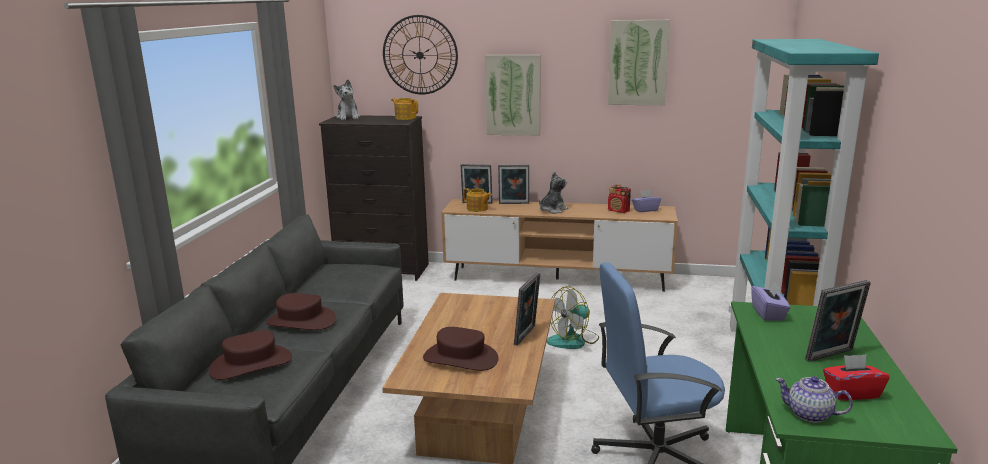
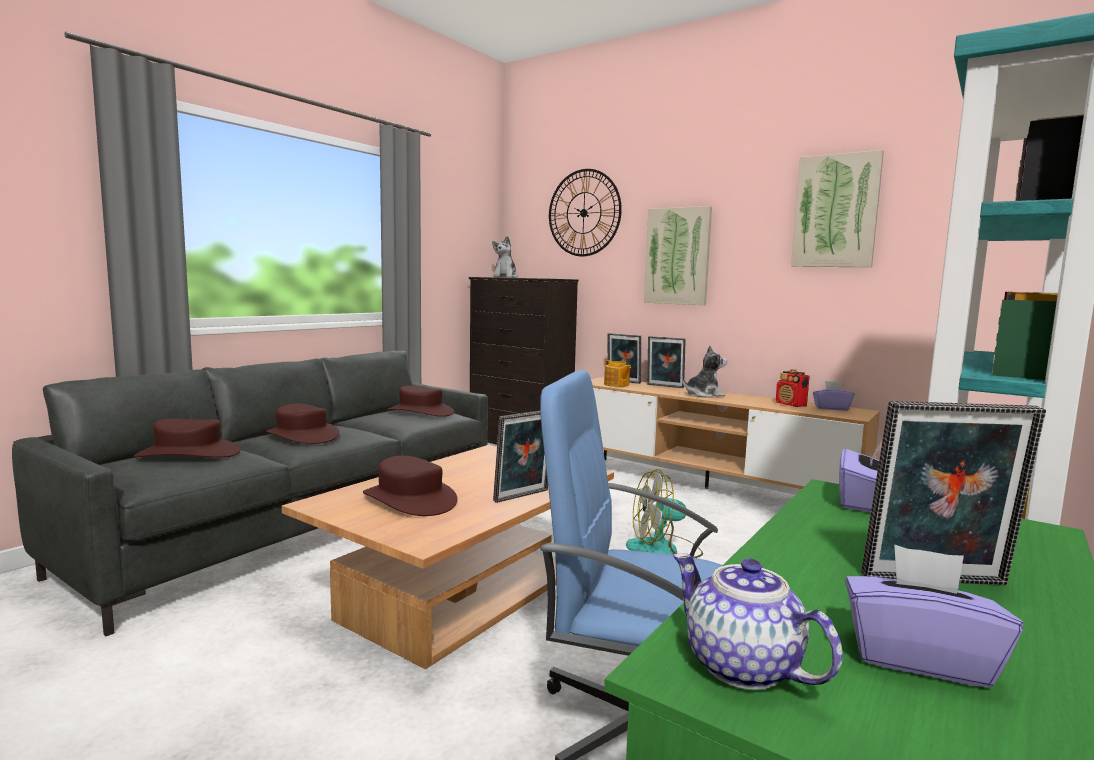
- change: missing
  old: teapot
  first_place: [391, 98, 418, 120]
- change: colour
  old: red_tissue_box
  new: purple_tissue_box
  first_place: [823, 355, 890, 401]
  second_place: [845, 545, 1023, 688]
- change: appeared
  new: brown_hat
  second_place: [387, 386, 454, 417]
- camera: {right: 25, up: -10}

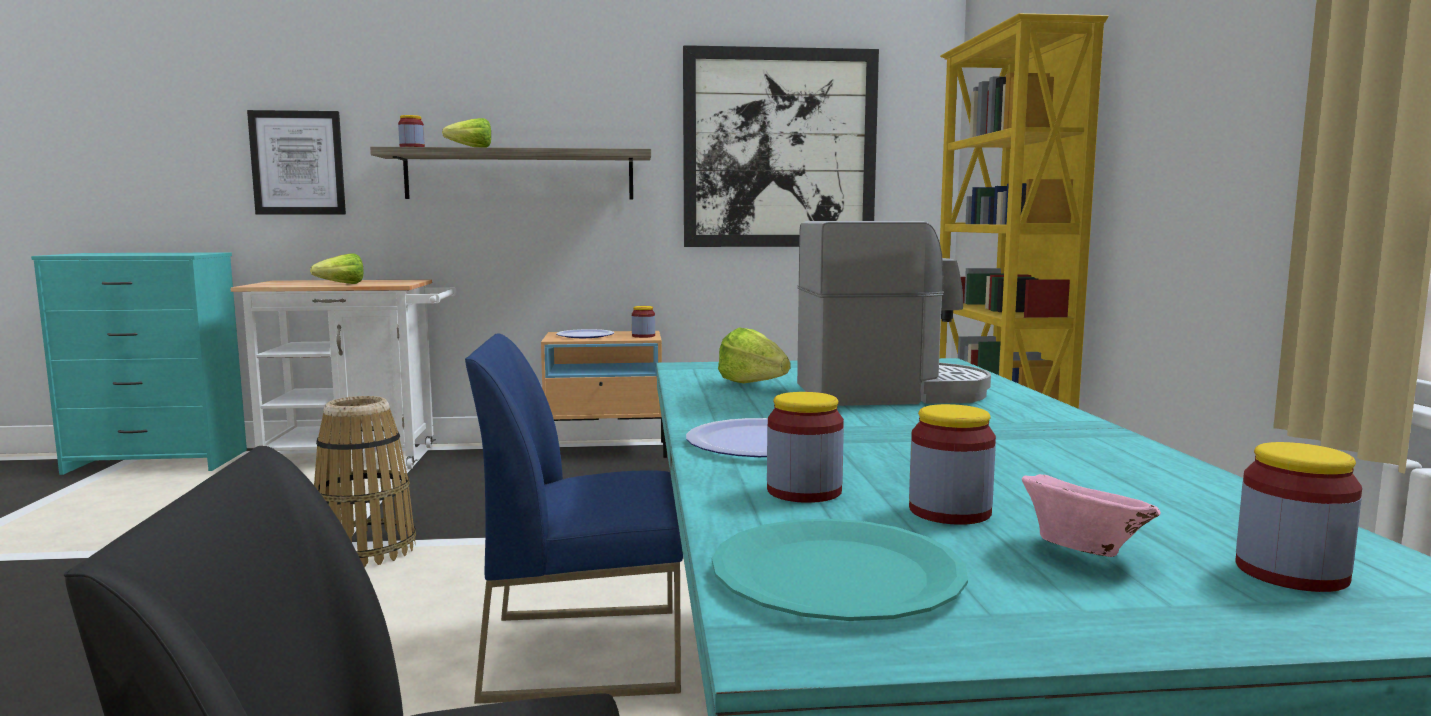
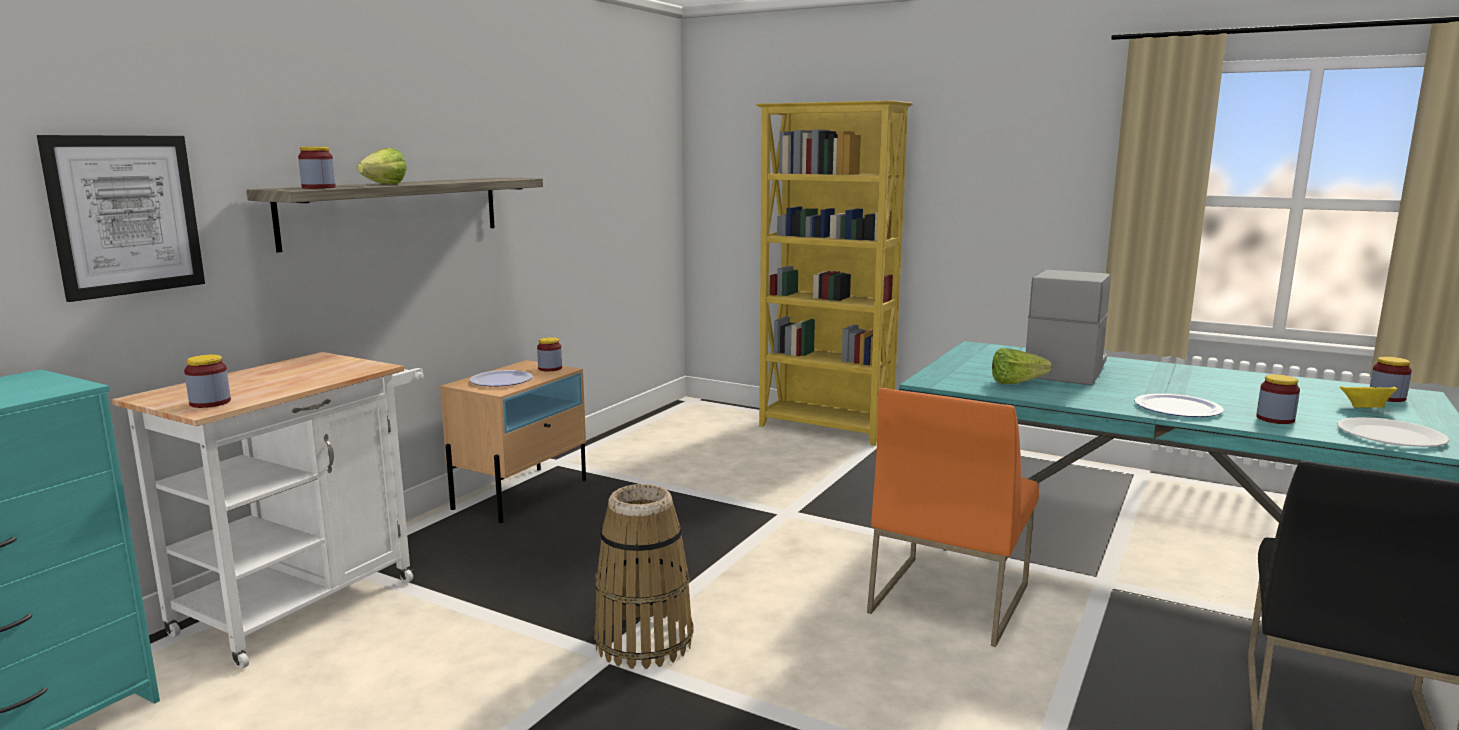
- change: missing
  old: picture
  first_place: [683, 45, 879, 247]
- change: missing
  old: lettuce
  first_place: [310, 253, 364, 284]
- change: colour
  old: blue_chair
  new: orange_chair
  first_place: [465, 333, 683, 704]
  second_place: [867, 388, 1039, 647]
- change: relocated
  old: jar
  first_place: [909, 404, 996, 525]
  second_place: [184, 355, 231, 408]
- change: colour
  old: pink_bowl
  new: yellow_bowl
  first_place: [1022, 474, 1161, 557]
  second_place: [1340, 386, 1397, 408]
- change: colour
  old: turquoise_plate
  new: white_plate
  first_place: [712, 519, 968, 621]
  second_place: [1337, 417, 1449, 447]
- camera: {right: -55, up: 5}

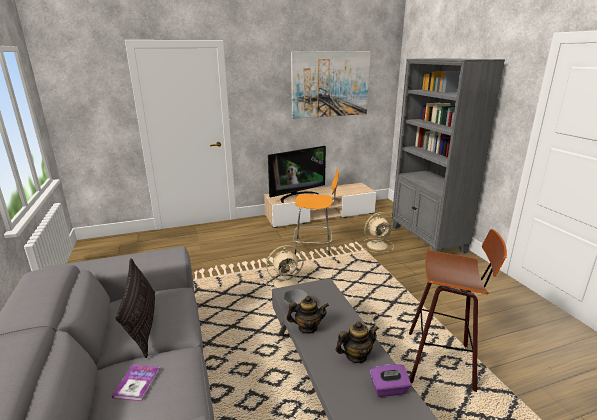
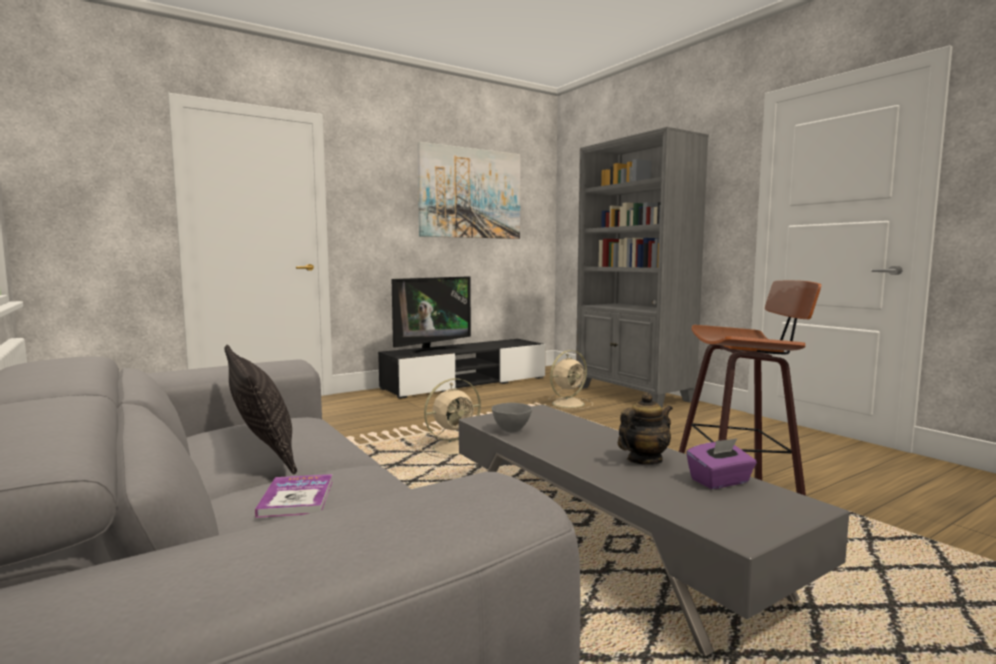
- change: missing
  old: orange_stool
  first_place: [293, 169, 339, 255]
- change: colour
  old: beige_tv_stand
  new: black_tv_stand
  first_place: [264, 183, 376, 228]
  second_place: [378, 339, 546, 399]
- change: missing
  old: teapot
  first_place: [286, 296, 329, 334]
- camera: {right: -15, up: -15}

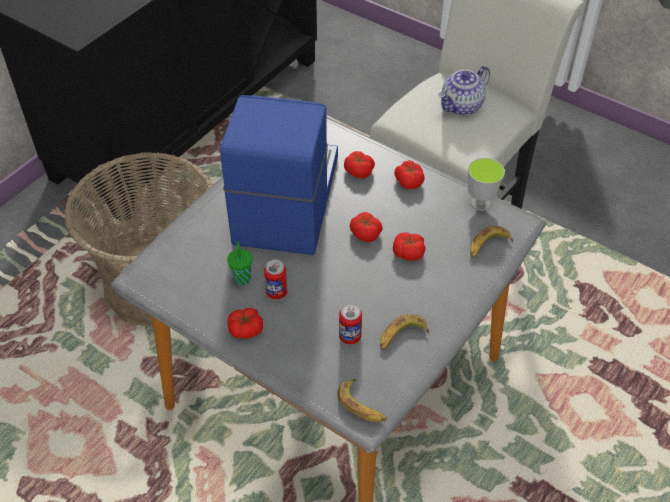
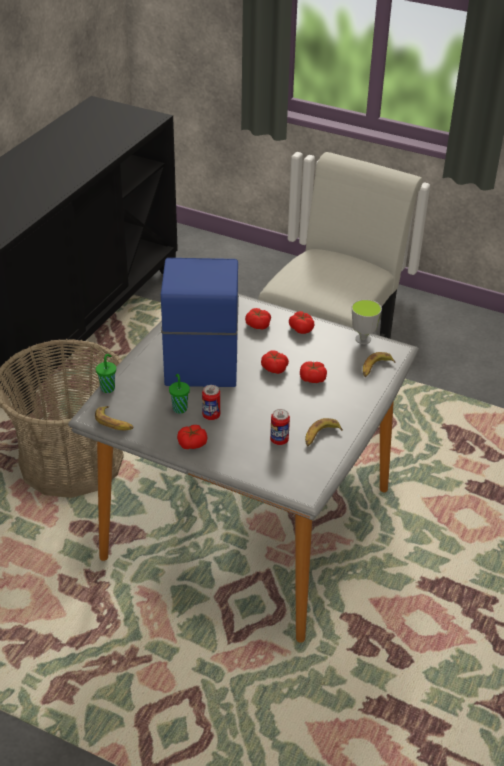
- change: missing
  old: teapot
  first_place: [438, 66, 490, 115]
- change: relocated
  old: banana
  first_place: [337, 379, 387, 422]
  second_place: [95, 406, 134, 431]
- change: appeared
  new: green_cup
  second_place: [96, 354, 116, 393]
- camera: {right: -10, up: -10}

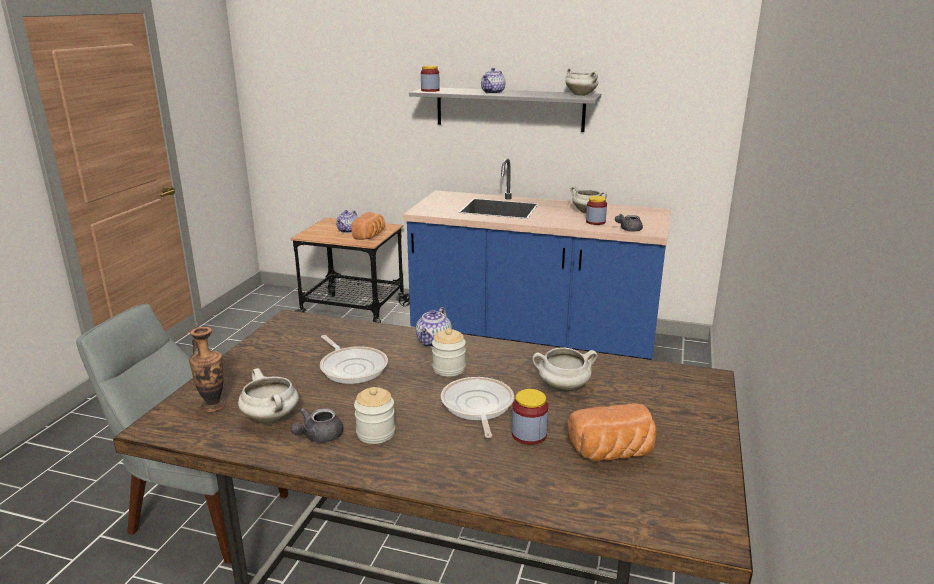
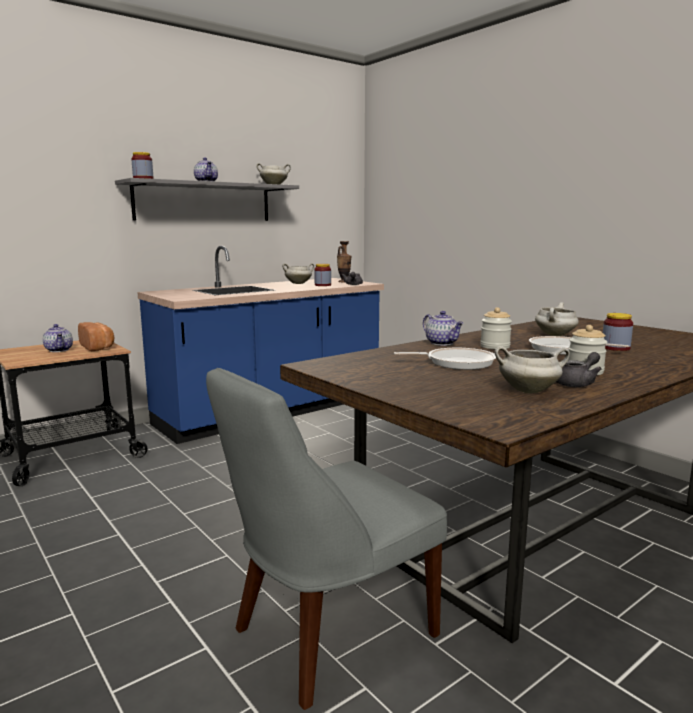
- change: relocated
  old: vase
  first_place: [189, 327, 226, 412]
  second_place: [337, 241, 351, 282]
- change: missing
  old: bread
  first_place: [568, 403, 657, 462]
- change: spun
  old: grey_teapot
  first_place: [291, 408, 343, 442]
  second_place: [556, 352, 602, 387]
  degrees: -105
- camera: {right: -55, up: -10}

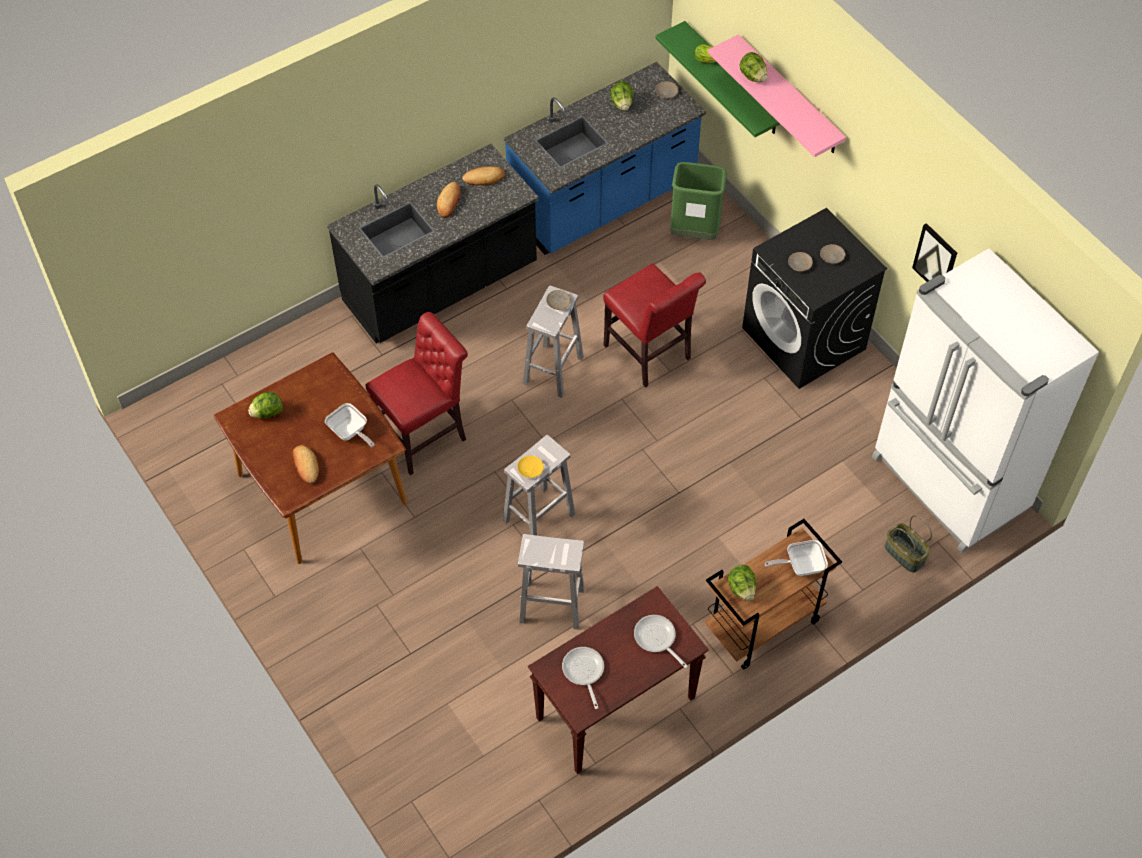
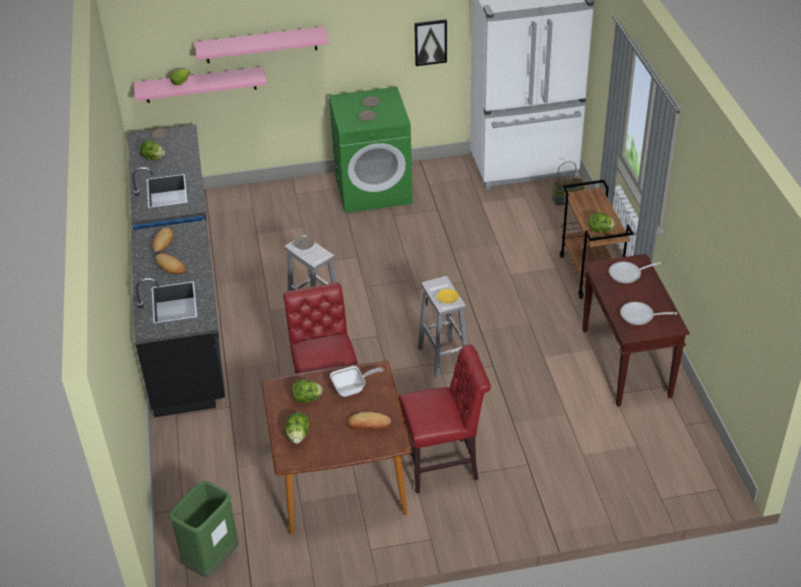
- change: colour
  old: green_shelf
  new: pink_shelf
  first_place: [656, 21, 780, 137]
  second_place: [134, 67, 267, 103]
- change: relocated
  old: lettuce
  first_place: [740, 52, 768, 82]
  second_place: [291, 379, 323, 403]
- change: relocated
  old: green_trash_can
  first_place: [670, 162, 727, 240]
  second_place: [169, 481, 239, 577]
- change: colour
  old: black_washing_machine
  new: green_washing_machine
  first_place: [742, 208, 888, 389]
  second_place: [329, 87, 413, 213]
- change: relocated
  old: red_chair
  first_place: [603, 263, 706, 388]
  second_place: [399, 345, 491, 494]
- change: missing
  old: white_stool
  first_place: [518, 534, 584, 630]
- change: missing
  old: frying_pan
  first_place: [765, 540, 828, 576]
- camera: {right: -65, up: -15}

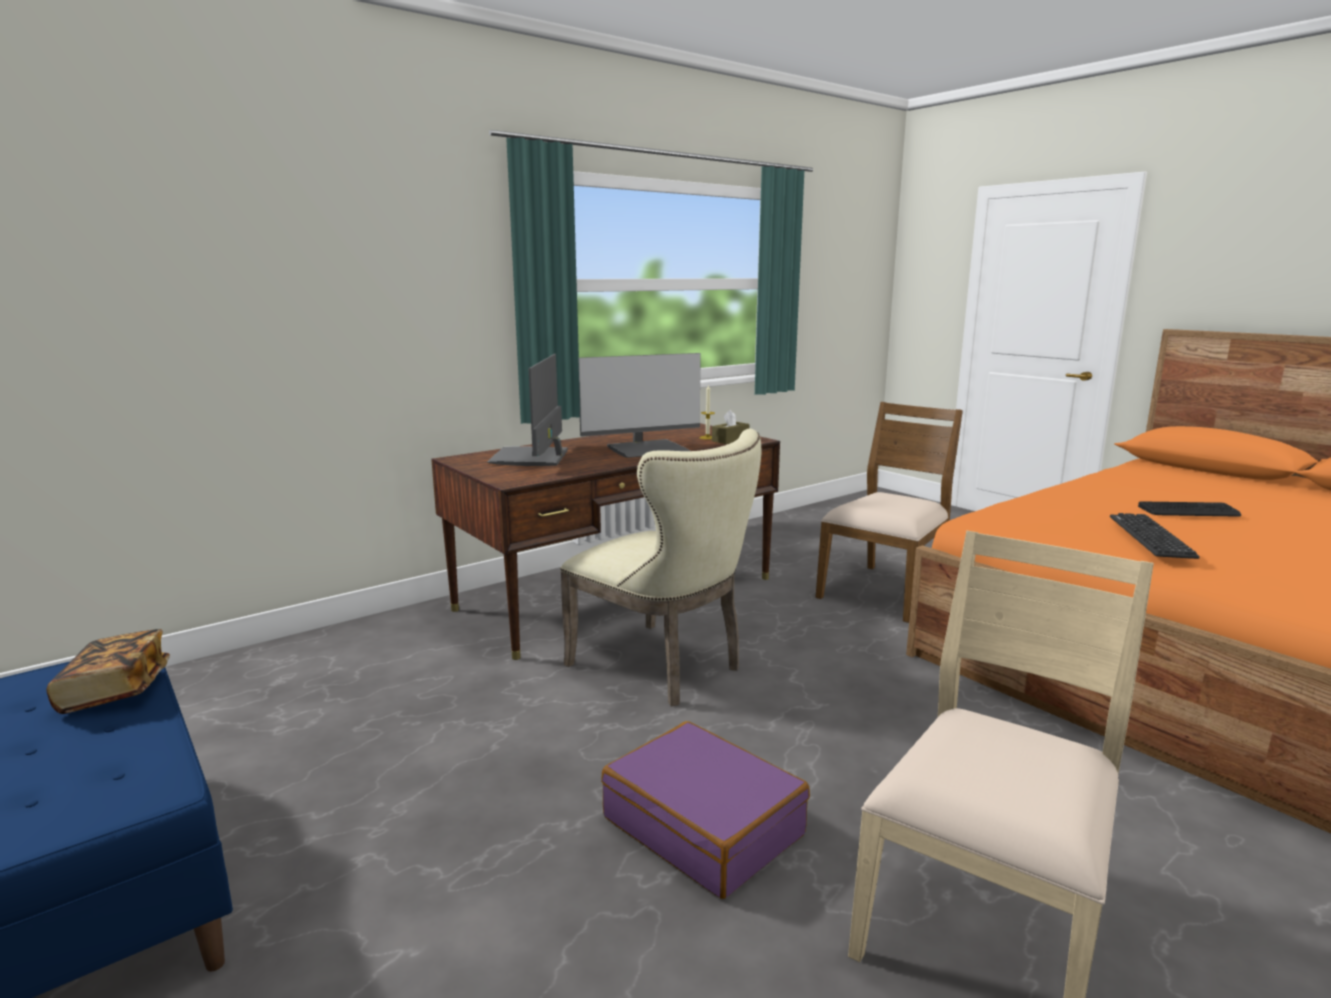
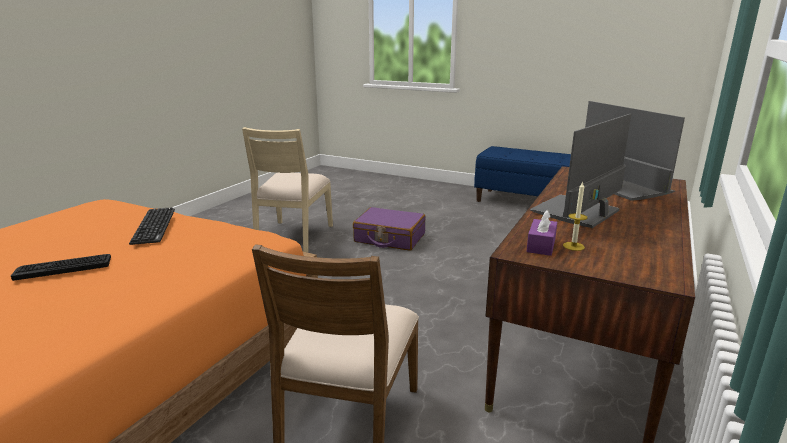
- change: colour
  old: brown_tissue_box
  new: purple_tissue_box
  first_place: [712, 410, 750, 444]
  second_place: [526, 210, 557, 256]
- change: missing
  old: beige_chair
  first_place: [560, 429, 761, 707]
- change: missing
  old: book
  first_place: [47, 629, 170, 714]
- camera: {right: 155, up: 5}

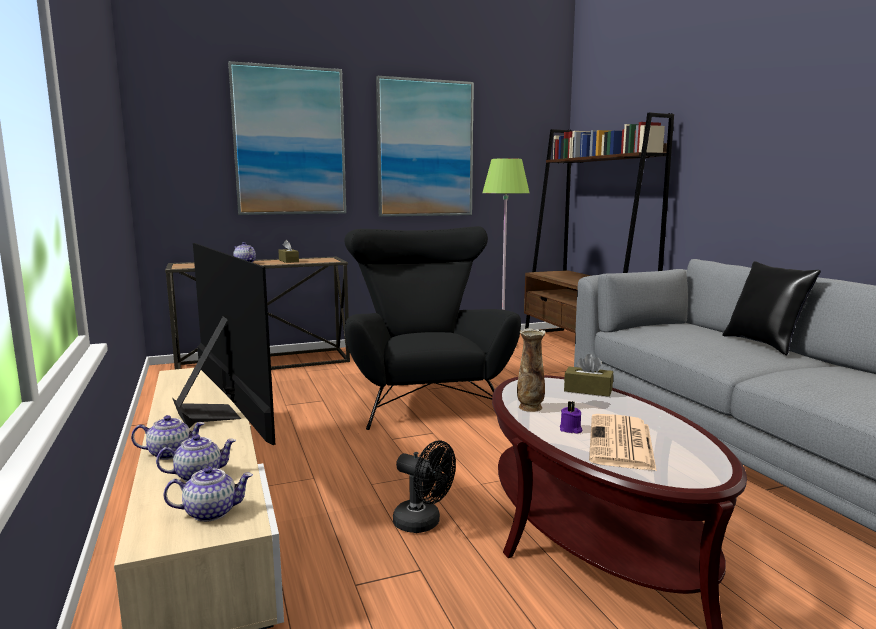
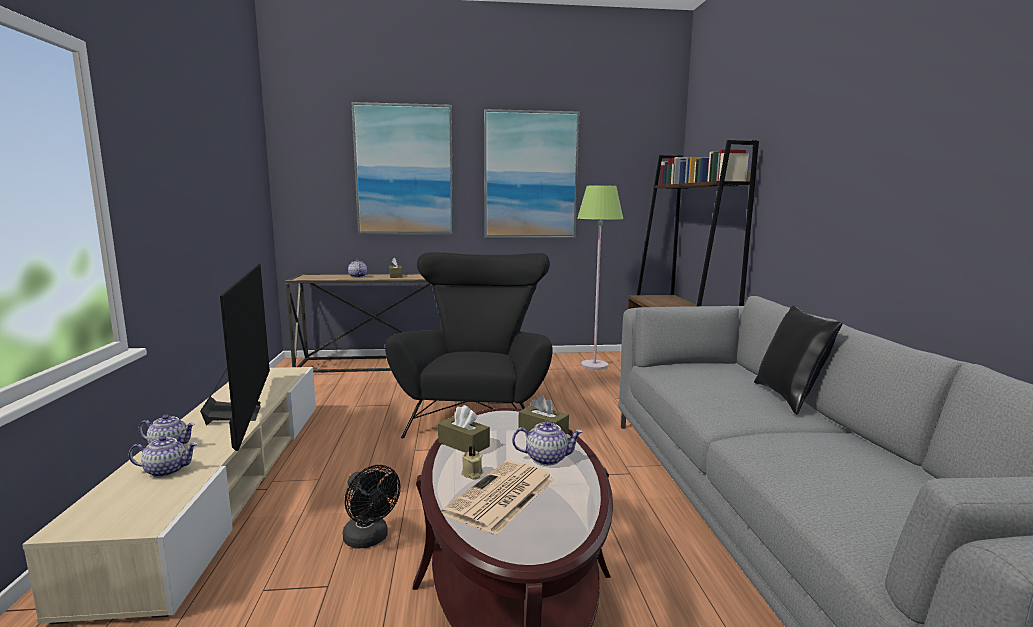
- change: exchanged
  old: vase
  new: brown_tissue_box
  first_place: [517, 328, 546, 412]
  second_place: [438, 405, 490, 453]
- change: colour
  old: purple_candle
  new: beige_candle
  first_place: [560, 401, 582, 434]
  second_place: [461, 446, 484, 479]
- change: relocated
  old: teapot
  first_place: [164, 466, 253, 522]
  second_place: [512, 420, 583, 466]
- camera: {right: 15, up: 0}

